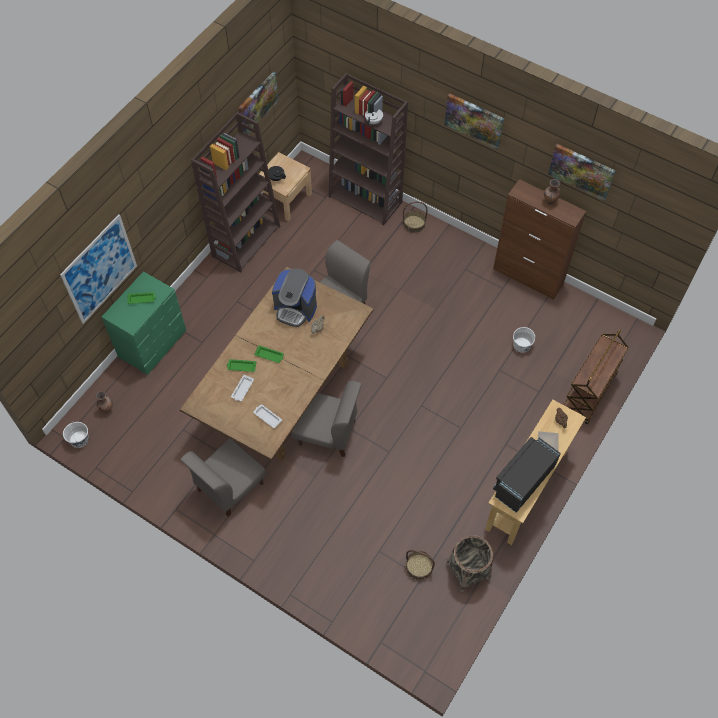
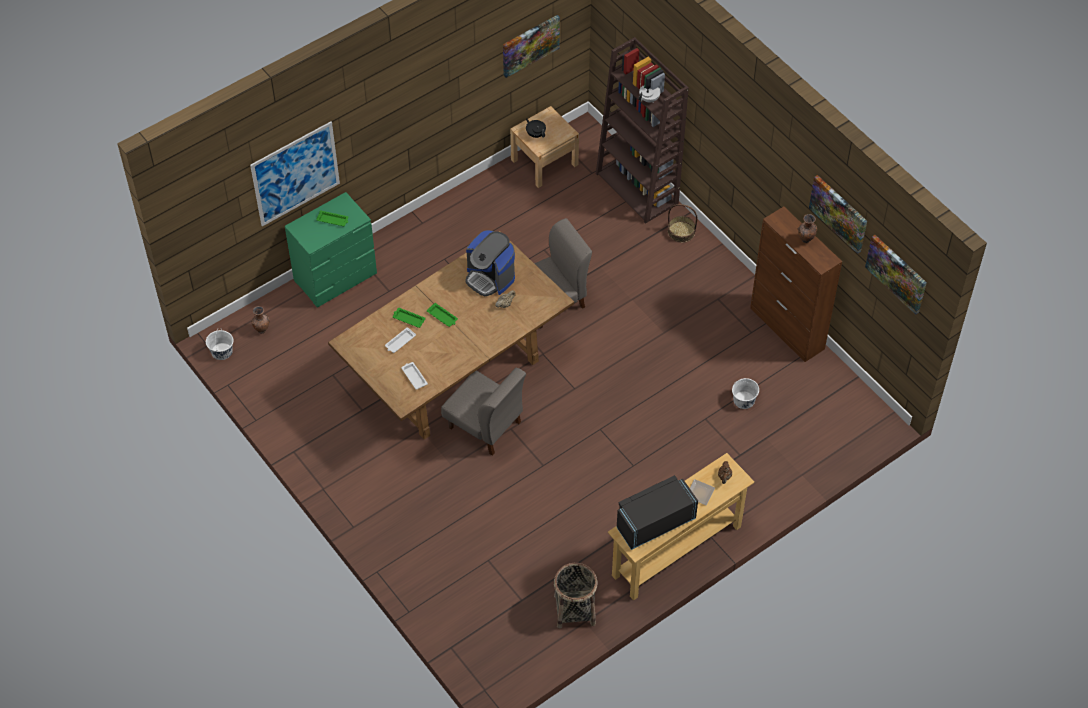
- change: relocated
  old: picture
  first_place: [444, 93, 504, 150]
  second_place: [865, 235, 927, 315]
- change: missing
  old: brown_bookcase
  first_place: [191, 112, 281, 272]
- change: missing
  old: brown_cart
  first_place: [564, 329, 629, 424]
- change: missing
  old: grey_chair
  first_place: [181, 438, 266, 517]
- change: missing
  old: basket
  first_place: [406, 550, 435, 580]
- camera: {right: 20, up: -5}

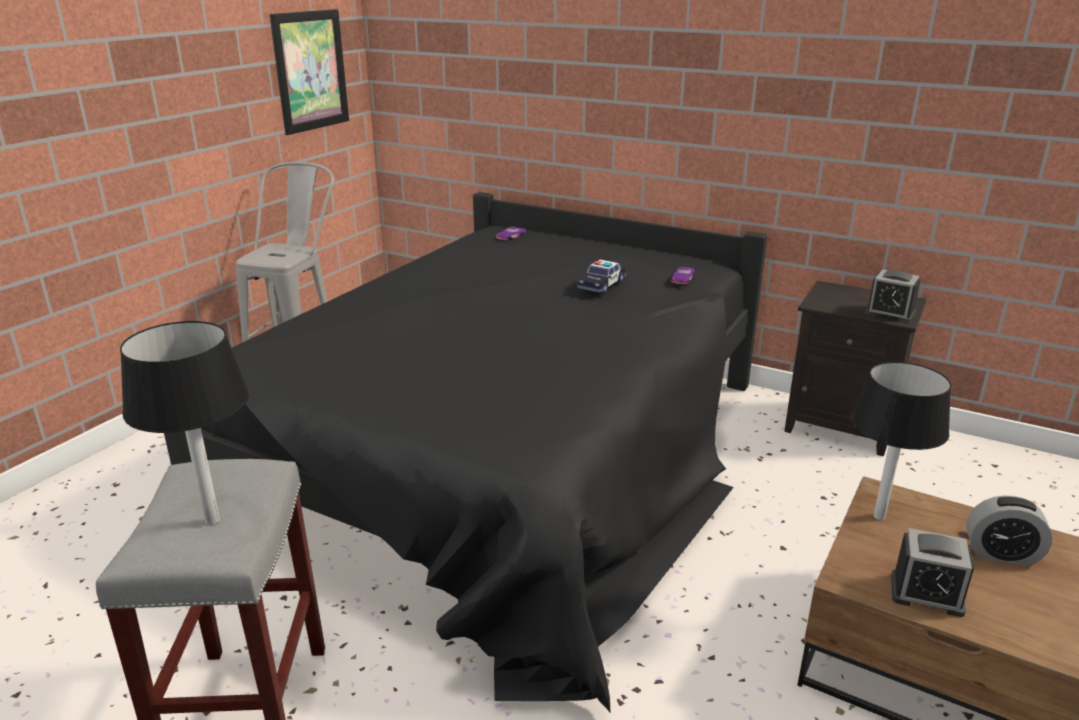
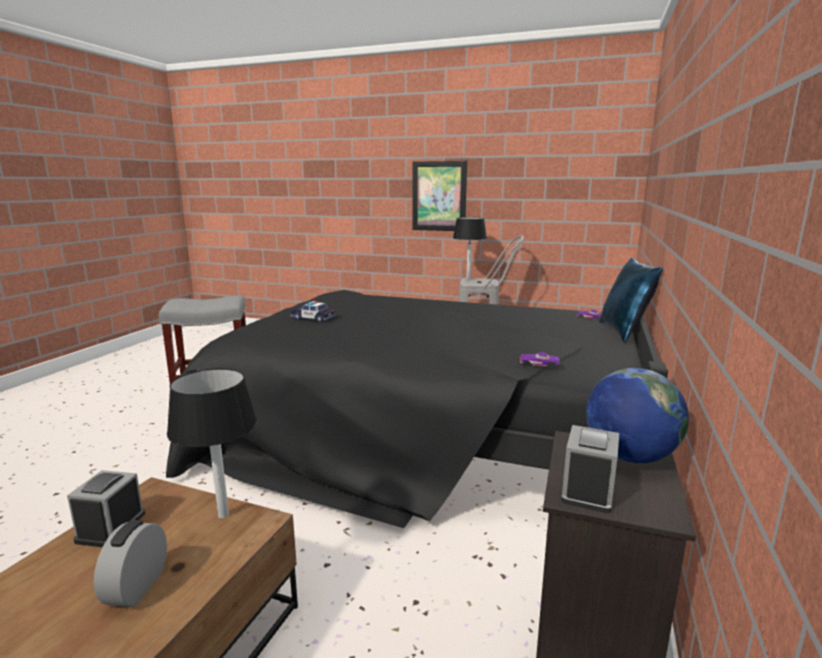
- change: relocated
  old: picture
  first_place: [269, 9, 349, 135]
  second_place: [412, 161, 467, 231]
- change: relocated
  old: toy_car
  first_place: [577, 259, 626, 293]
  second_place: [290, 301, 335, 322]
- change: relocated
  old: black_table_lamp
  first_place: [120, 321, 249, 525]
  second_place: [453, 217, 487, 280]
- change: appeared
  new: blue_pillow
  second_place: [599, 257, 663, 343]
- change: appeared
  new: globe
  second_place: [586, 368, 689, 463]
- camera: {right: 80, up: -10}

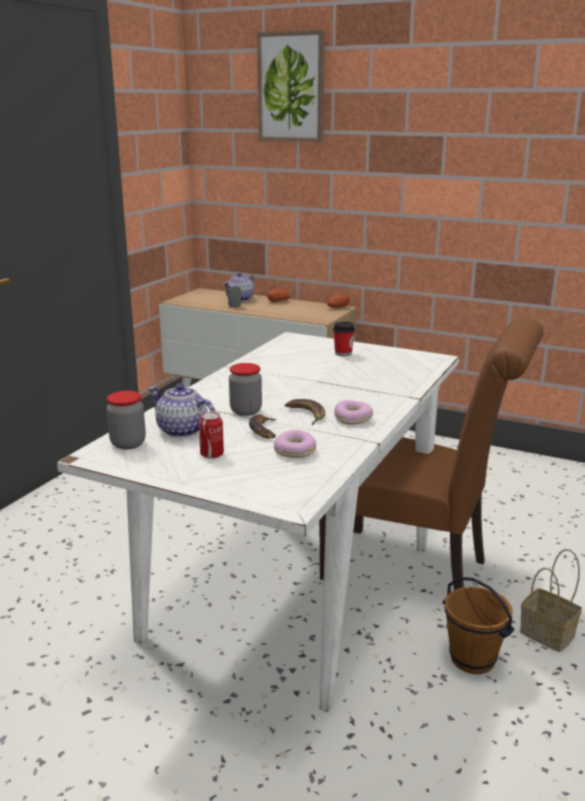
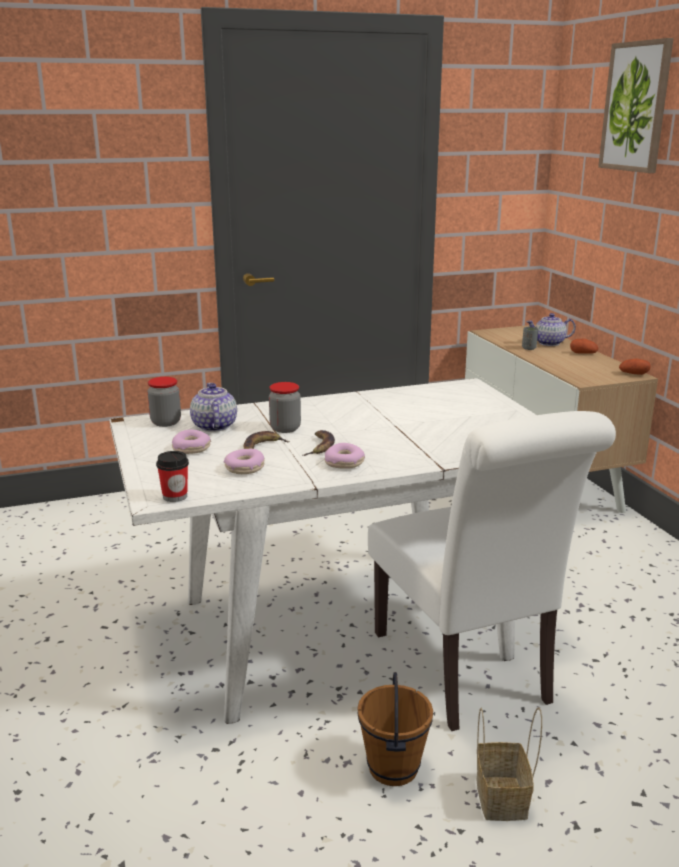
- change: colour
  old: brown_chair
  new: white_chair
  first_place: [320, 318, 544, 590]
  second_place: [368, 411, 616, 731]
- change: relocated
  old: cup
  first_place: [333, 322, 355, 356]
  second_place: [156, 451, 189, 502]
- change: exchanged
  old: can
  new: donut
  first_place: [199, 412, 224, 459]
  second_place: [172, 430, 211, 454]
- camera: {right: 45, up: 0}

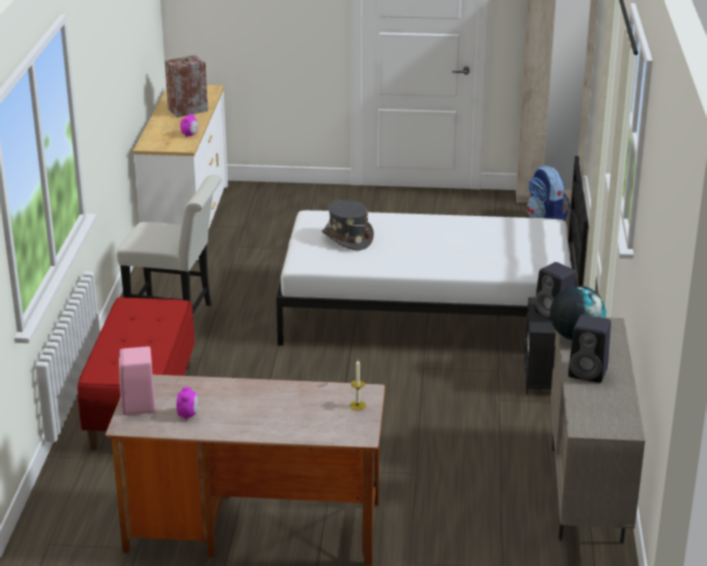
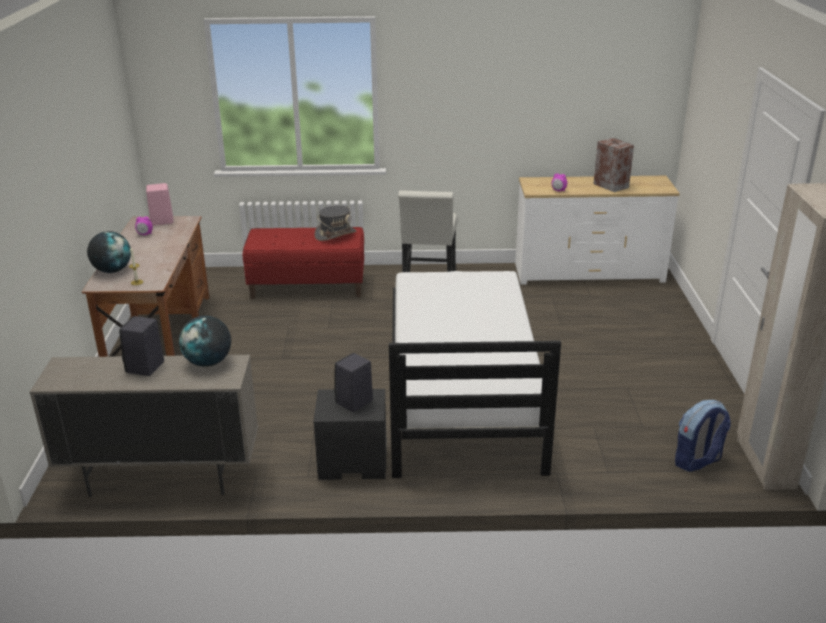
- change: relocated
  old: grey_hat
  first_place: [322, 200, 374, 250]
  second_place: [314, 205, 357, 241]
- change: appeared
  new: globe
  second_place: [87, 231, 131, 273]
- camera: {right: 85, up: 0}

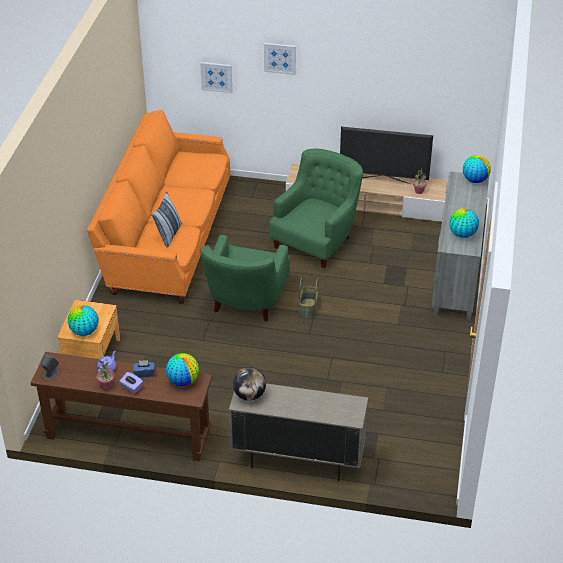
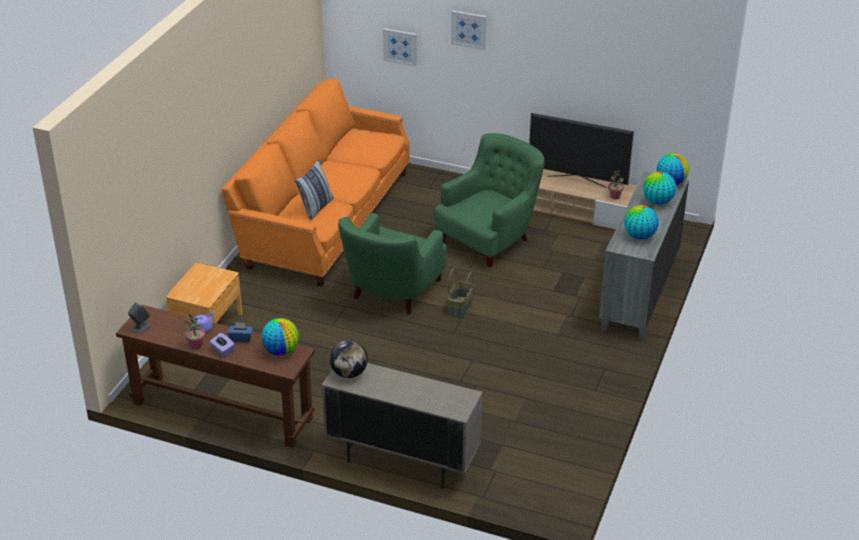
- change: relocated
  old: globe
  first_place: [68, 305, 99, 336]
  second_place: [643, 171, 676, 205]
- camera: {right: 10, up: -5}

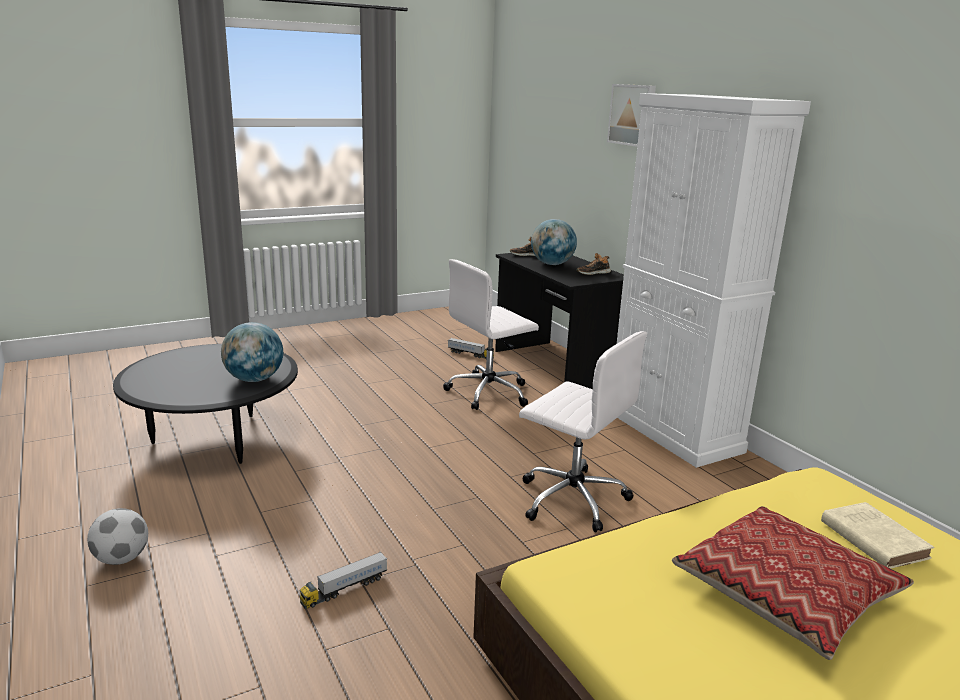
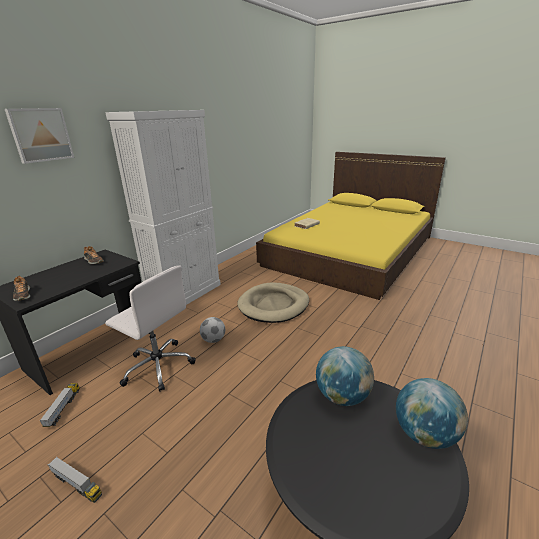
- change: relocated
  old: globe
  first_place: [531, 219, 577, 265]
  second_place: [396, 378, 468, 449]
- change: exchanged
  old: white_office_chair
  new: beige_dog_bed
  first_place: [519, 331, 647, 532]
  second_place: [237, 282, 309, 323]
- change: missing
  old: pillow
  first_place: [672, 506, 914, 660]
- change: relocated
  old: football
  first_place: [87, 508, 148, 565]
  second_place: [200, 317, 225, 343]
- change: relocated
  old: toy_truck
  first_place: [299, 552, 387, 609]
  second_place: [48, 457, 102, 503]
- camera: {right: -115, up: 5}

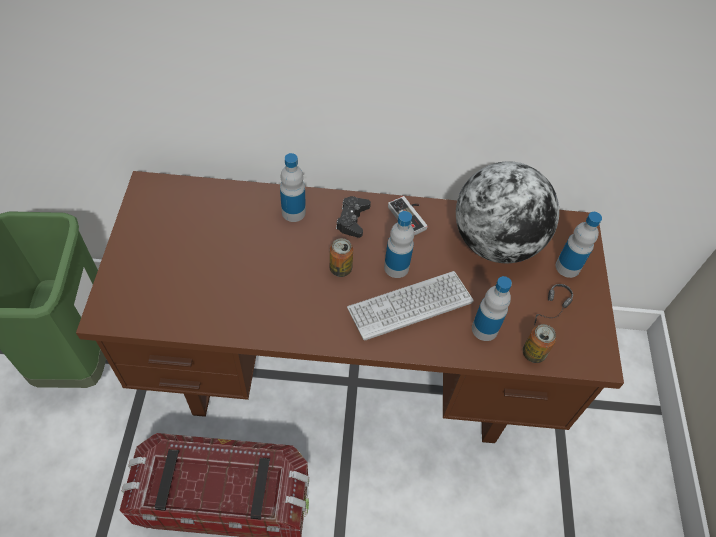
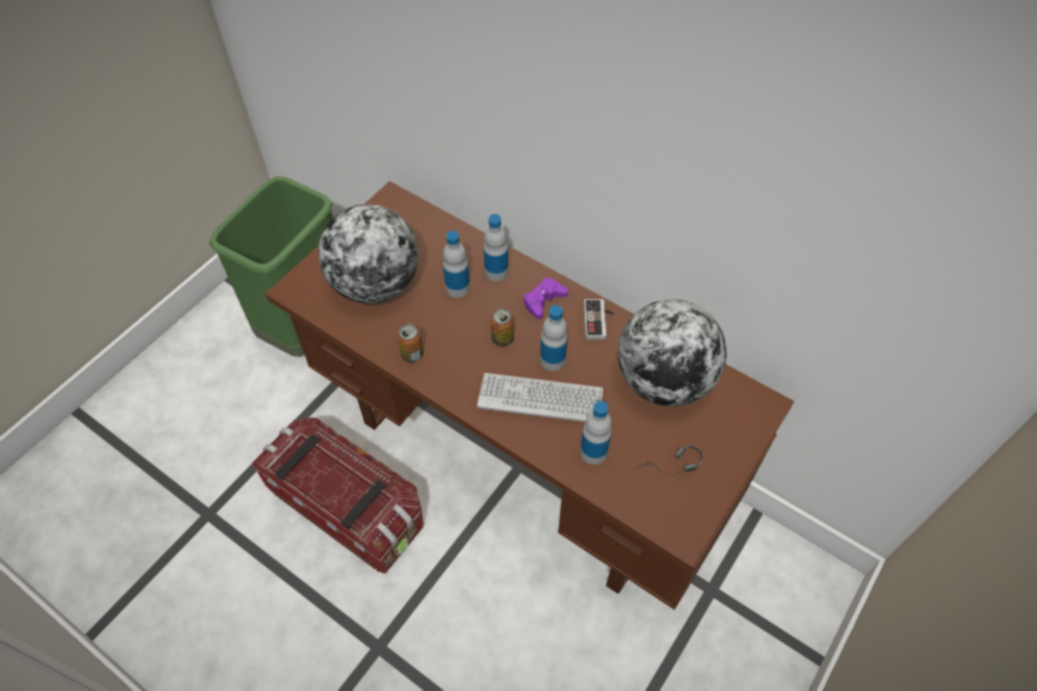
- change: colour
  old: black_game_controller
  new: purple_game_controller
  first_place: [336, 196, 371, 238]
  second_place: [523, 277, 568, 319]
- change: relocated
  old: bottle
  first_place: [556, 212, 602, 278]
  second_place: [443, 231, 470, 298]
- change: relocated
  old: can
  first_place: [523, 324, 556, 363]
  second_place: [397, 324, 423, 362]
- change: appeared
  new: globe
  second_place: [318, 204, 419, 304]
- camera: {right: 35, up: 0}

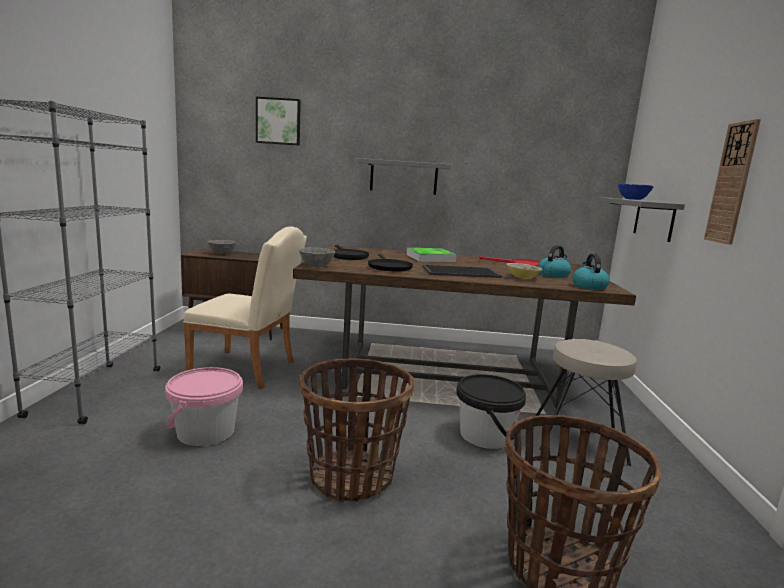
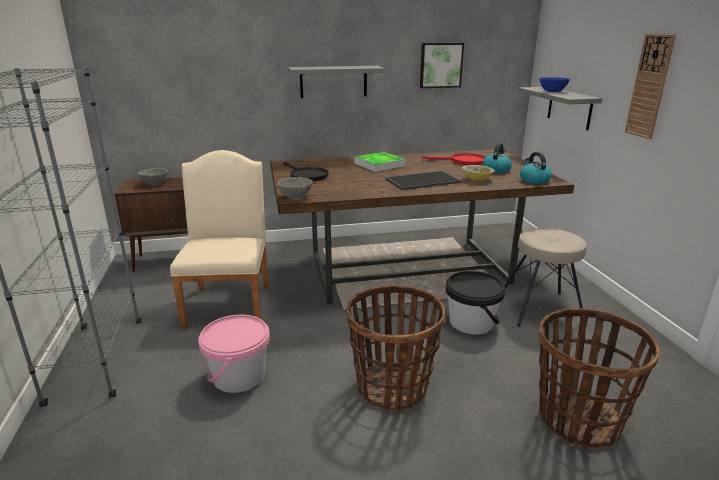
- change: relocated
  old: picture
  first_place: [256, 97, 301, 146]
  second_place: [420, 43, 464, 88]
- change: spun
  old: beige_chair
  first_place: [183, 227, 307, 389]
  second_place: [170, 150, 269, 329]
  degrees: -90
- change: missing
  old: black_frying_pan
  first_place: [368, 254, 413, 272]
- camera: {right: -15, up: 10}

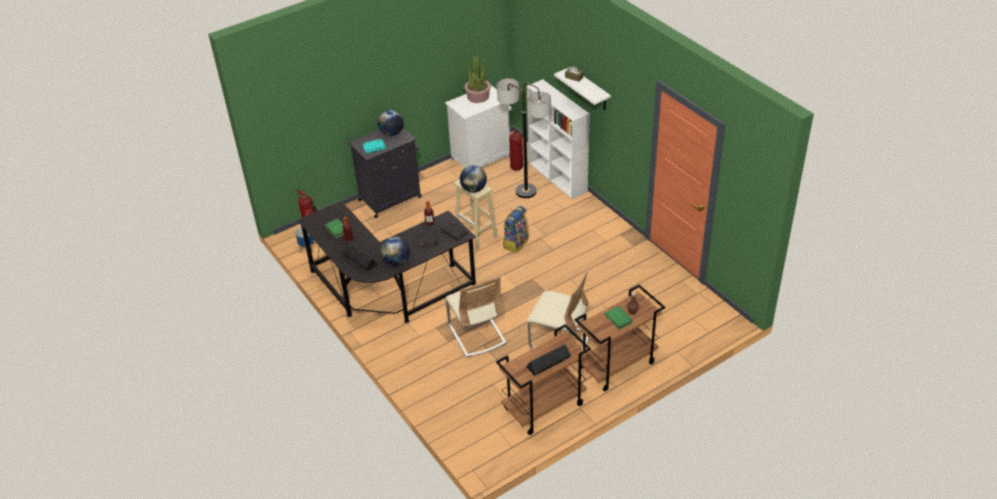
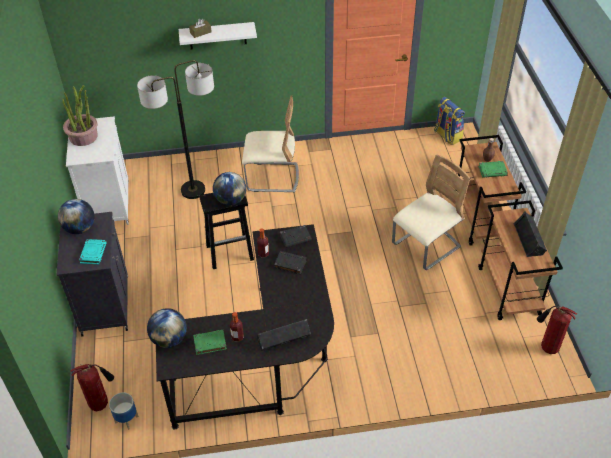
- change: missing
  old: white_bookcase
  first_place: [527, 79, 590, 199]
- change: relocated
  old: fire_extinguisher
  first_place: [509, 129, 523, 171]
  second_place: [537, 306, 577, 354]
- change: colour
  old: beige_stool
  new: black_stool
  first_place: [454, 179, 498, 250]
  second_place: [199, 193, 254, 269]
- change: relocated
  old: backpack
  first_place: [503, 206, 529, 253]
  second_place: [434, 97, 465, 145]
- change: relocated
  old: globe
  first_place: [380, 237, 410, 266]
  second_place: [147, 308, 187, 348]
- change: relocated
  old: beige_chair
  first_place: [445, 277, 506, 357]
  second_place: [242, 96, 299, 193]
- camera: {right: -65, up: 5}

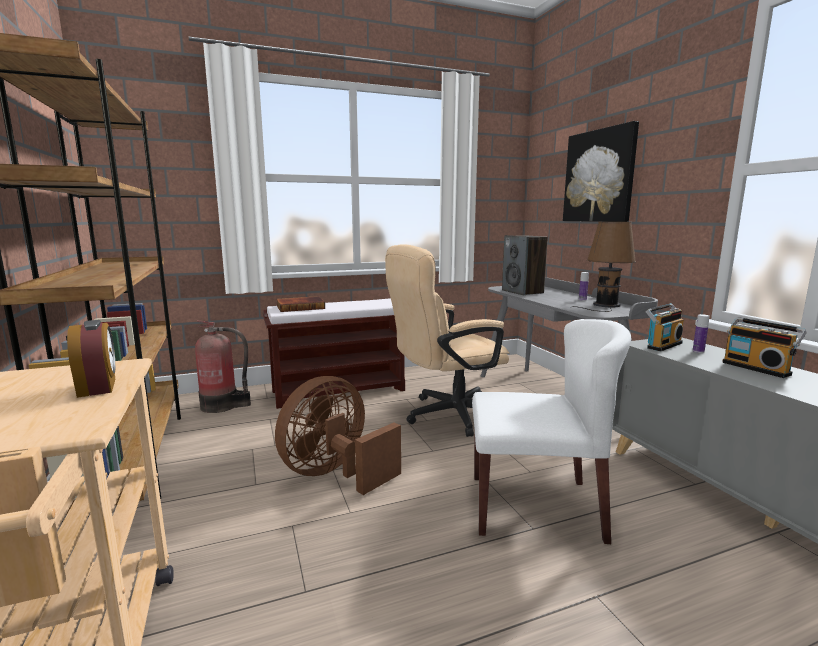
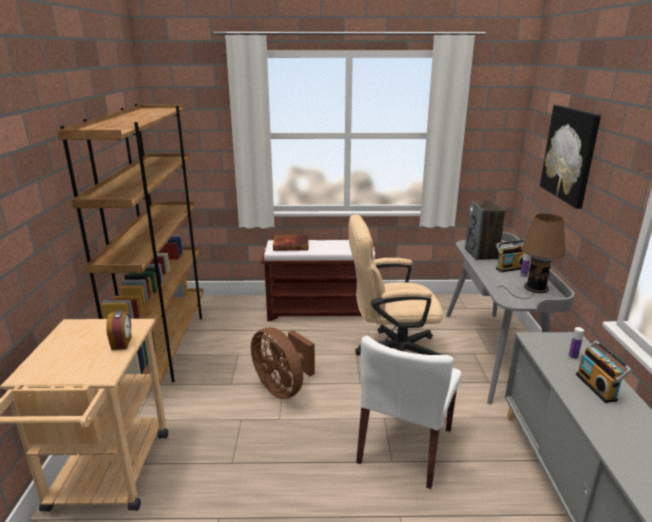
- change: relocated
  old: radio
  first_place: [645, 303, 684, 351]
  second_place: [496, 240, 524, 272]
- change: spun
  old: white_chair
  first_place: [472, 319, 631, 544]
  second_place: [356, 336, 462, 489]
  degrees: 90
- change: missing
  old: fire_extinguisher
  first_place: [195, 320, 251, 413]
- change: spun
  old: brown_fan
  first_place: [275, 376, 401, 495]
  second_place: [251, 327, 315, 399]
  degrees: -105
- camera: {right: 20, up: 10}

